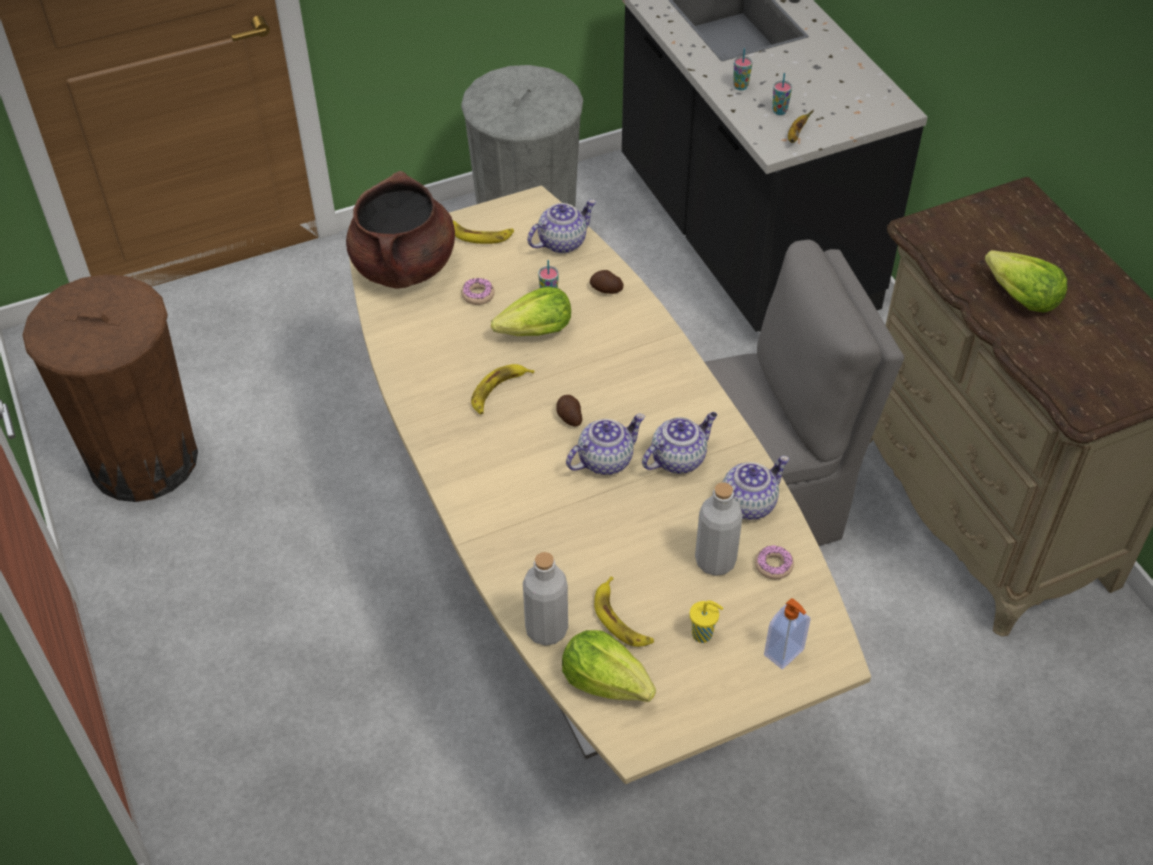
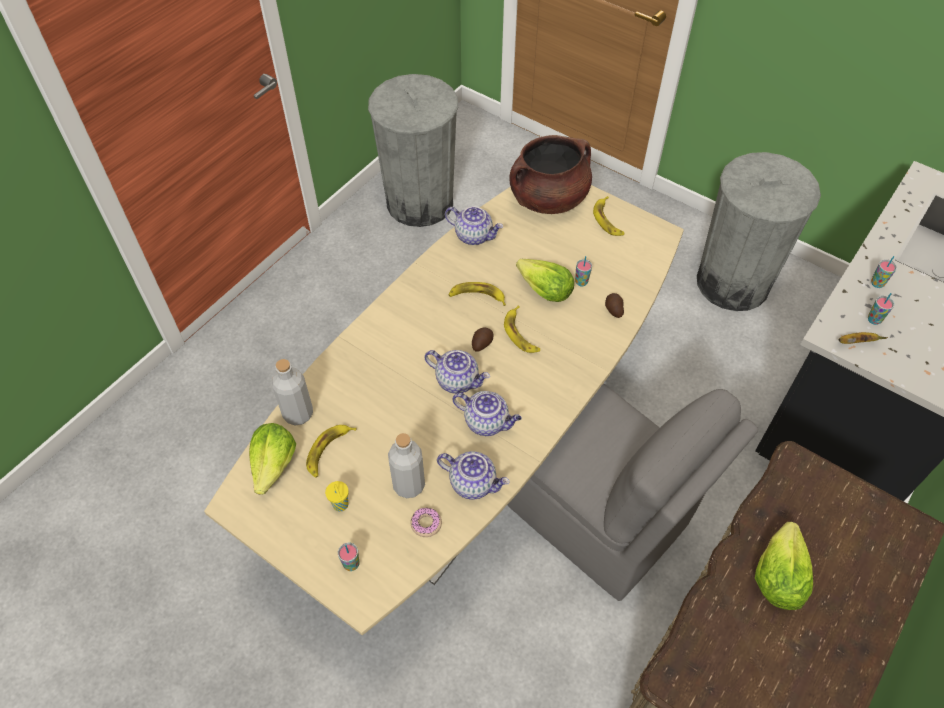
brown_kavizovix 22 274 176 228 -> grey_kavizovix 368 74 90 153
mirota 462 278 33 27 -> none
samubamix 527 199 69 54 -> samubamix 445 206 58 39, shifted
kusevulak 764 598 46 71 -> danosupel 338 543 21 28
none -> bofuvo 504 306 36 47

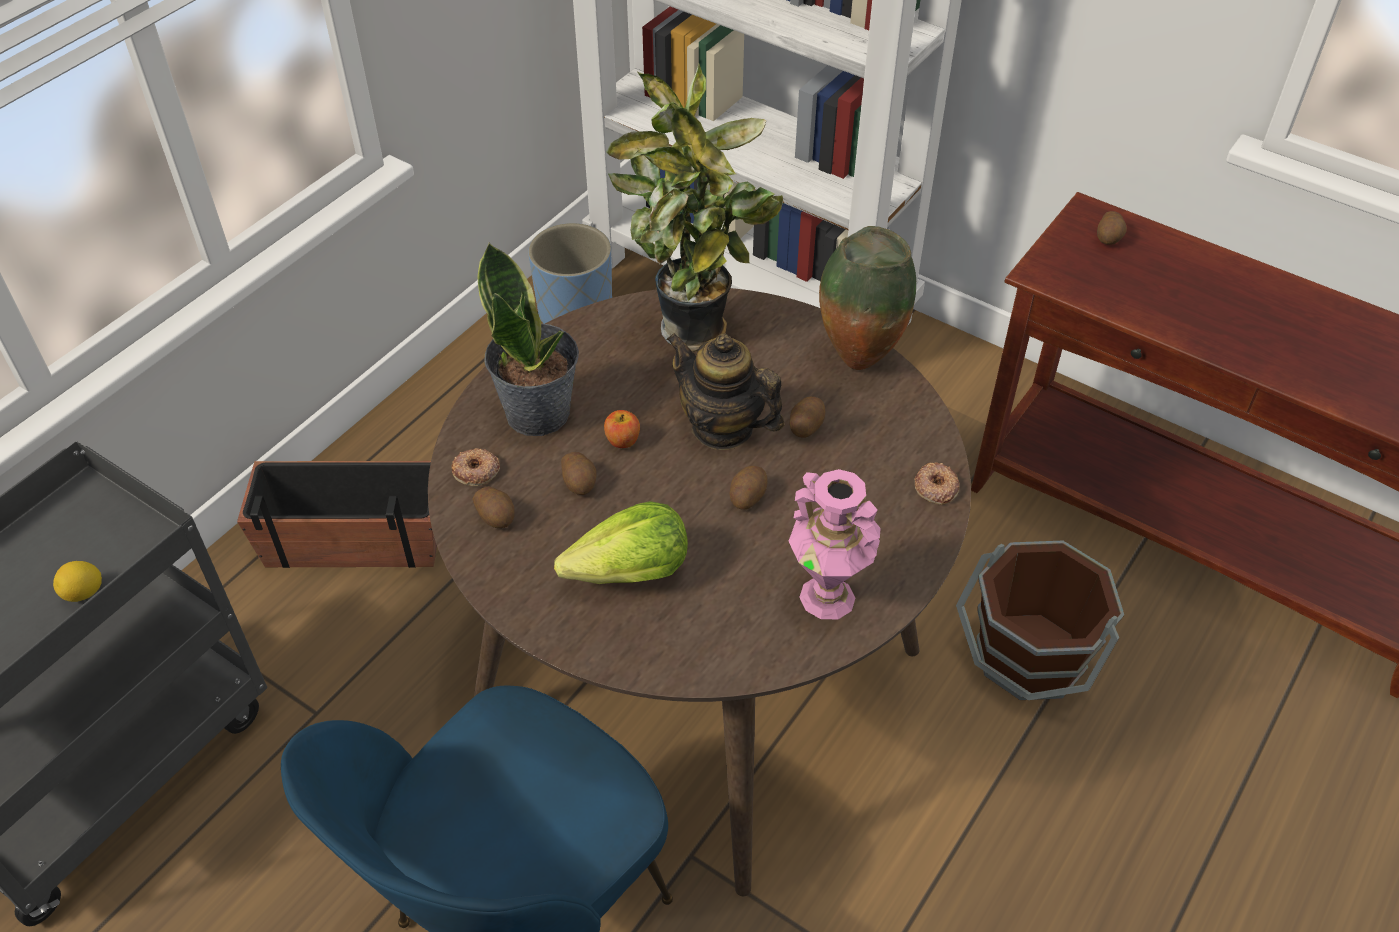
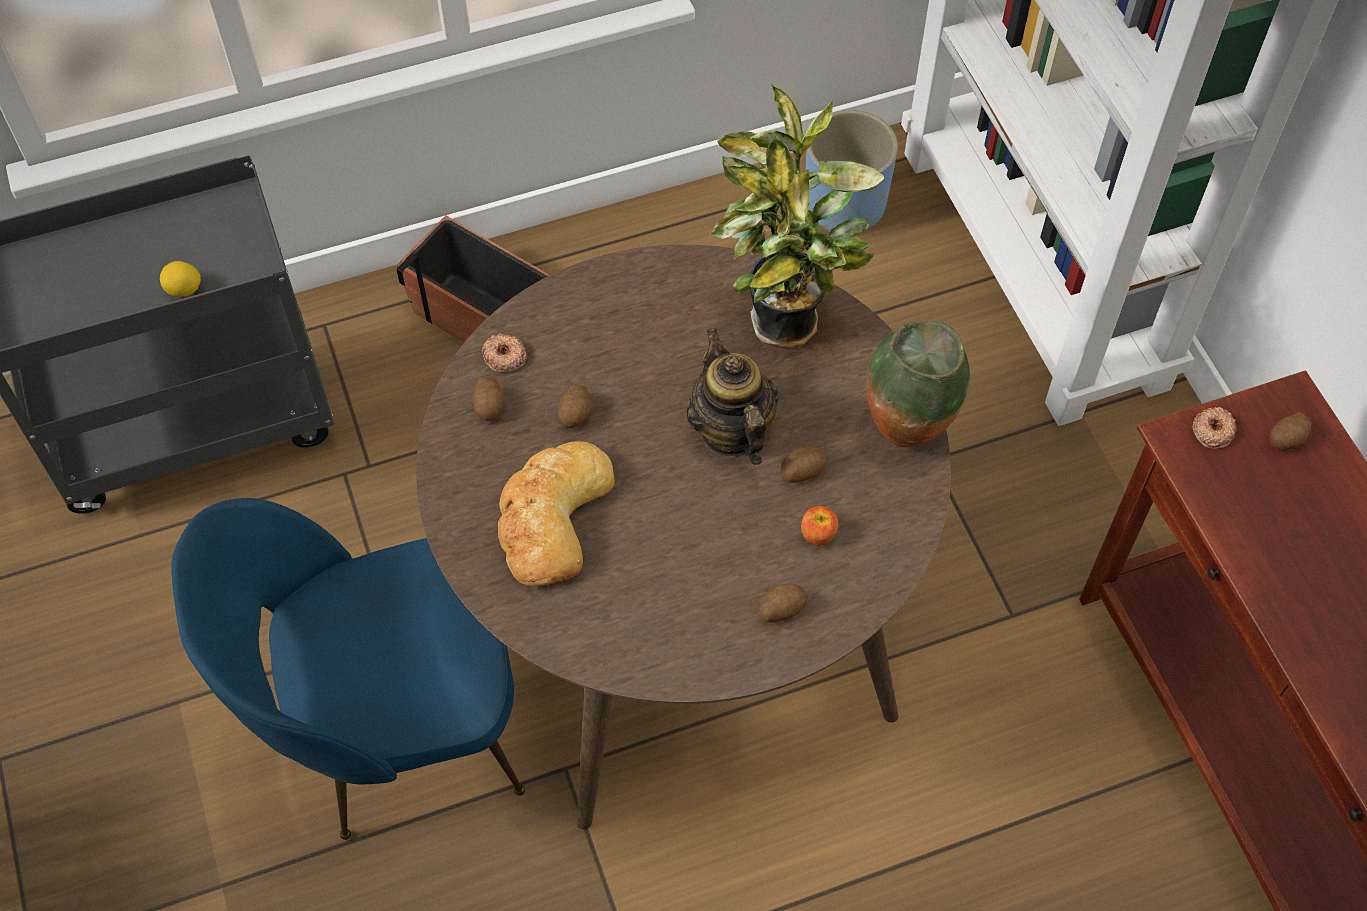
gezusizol 478 242 101 194 -> none
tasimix 554 501 134 83 -> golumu 498 441 117 146
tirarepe 604 410 36 38 -> tirarepe 801 506 37 40, shifted
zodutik 730 466 38 44 -> zodutik 758 583 50 39, shifted
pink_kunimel 789 469 91 150 -> none
mirota 914 462 46 43 -> mirota 1193 407 44 42, shifted
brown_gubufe 956 541 168 159 -> none

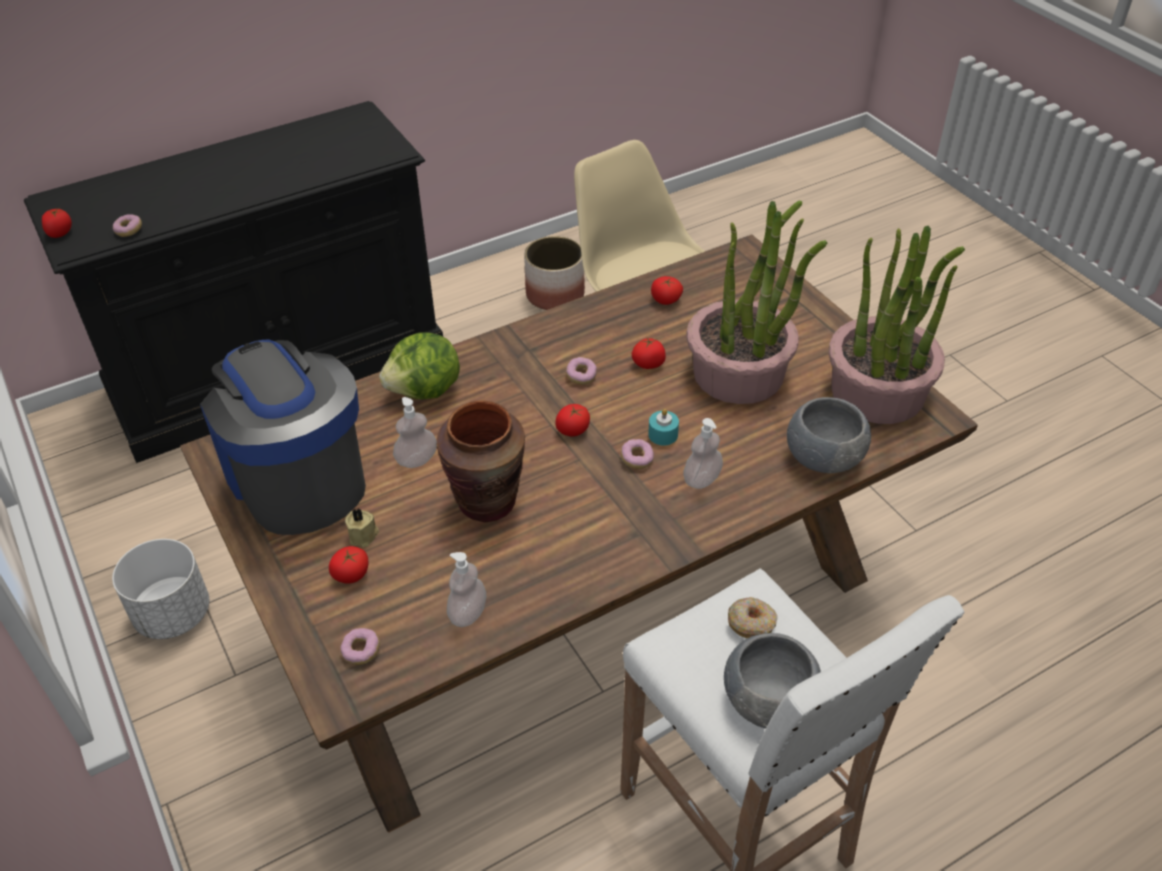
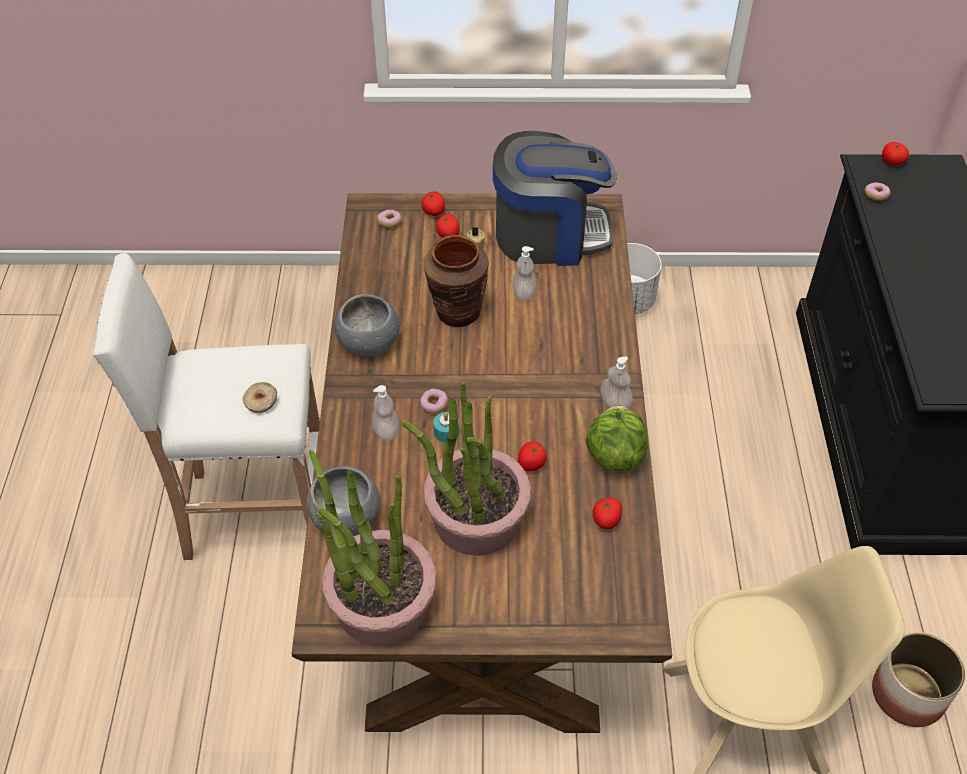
tasimix 379 332 81 68 -> tasimix 585 405 63 68, shifted
kusevulak 447 552 39 75 -> kusevulak 600 357 33 52, shifted
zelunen 555 404 35 32 -> zelunen 421 191 24 25, shifted
mirota 566 357 31 28 -> none
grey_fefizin 724 633 97 96 -> grey_fefizin 334 294 66 63, shifted

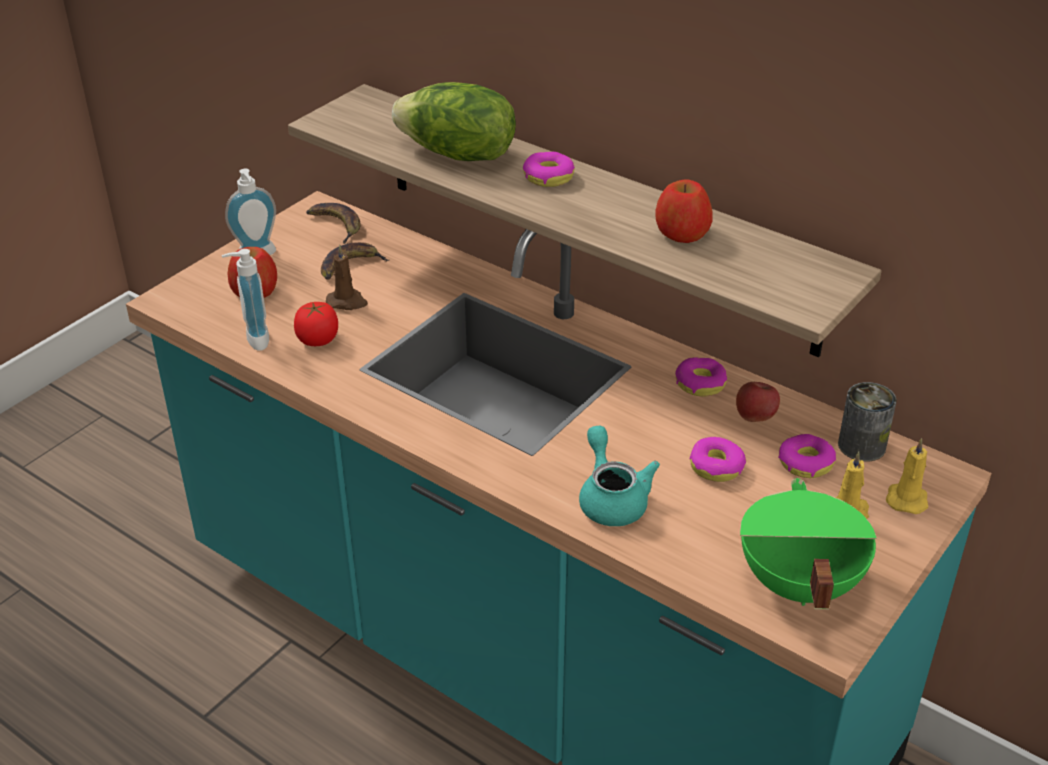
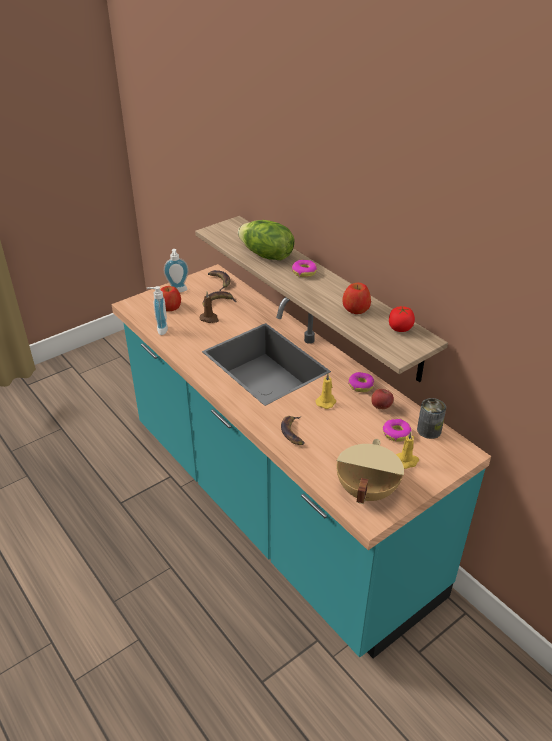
zelunen 294 302 44 44 -> zelunen 389 306 26 26, shifted
turquoise_samubamix 579 425 81 101 -> bofuvo 281 416 23 29
mirota 689 437 57 45 -> none
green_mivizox 740 478 137 132 -> beige_mivizox 336 439 68 65
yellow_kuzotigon 886 438 42 76 -> yellow_kuzotigon 315 373 21 36, shifted

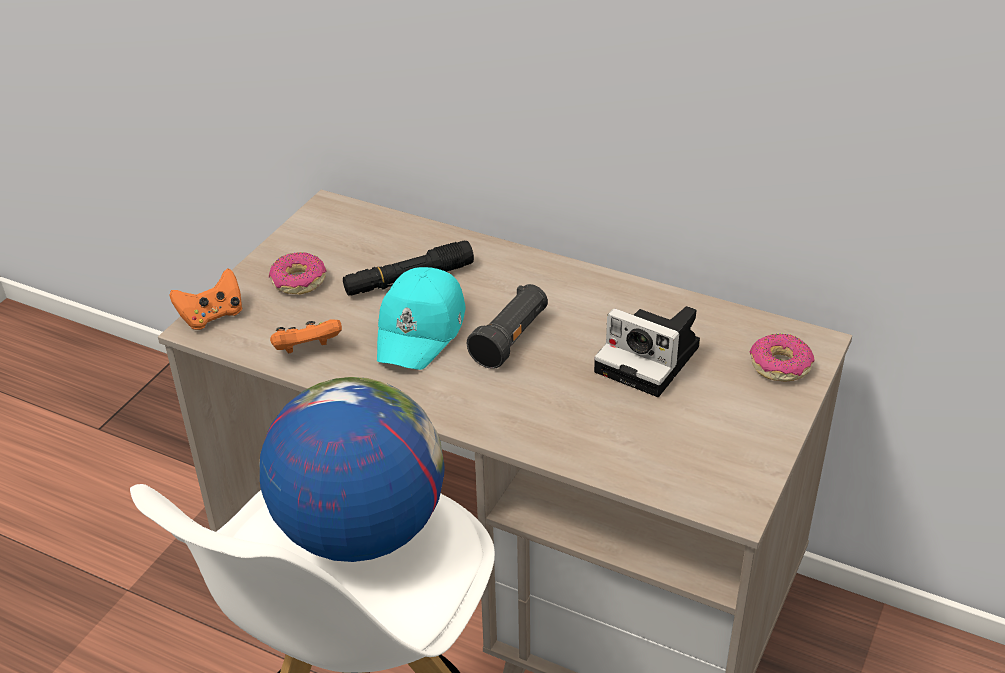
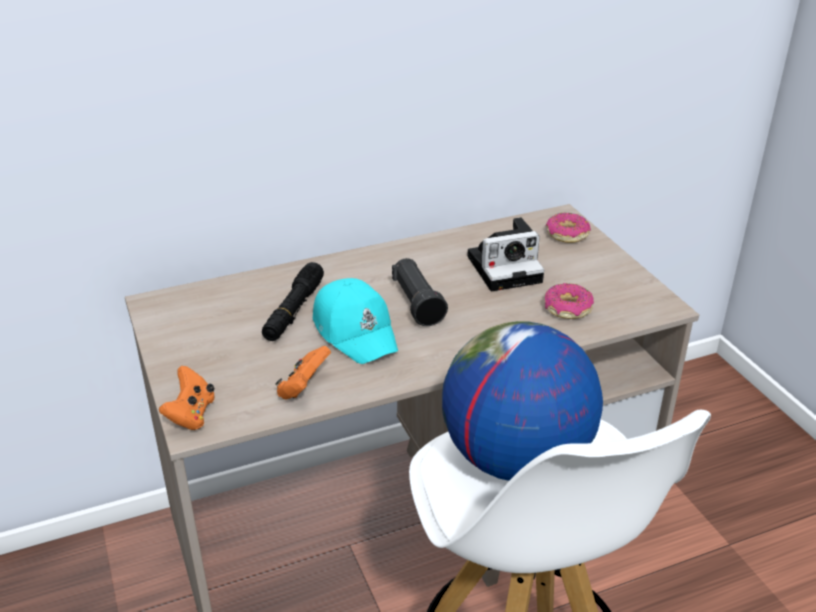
mirota 269 252 57 42 -> mirota 545 283 49 36, shifted

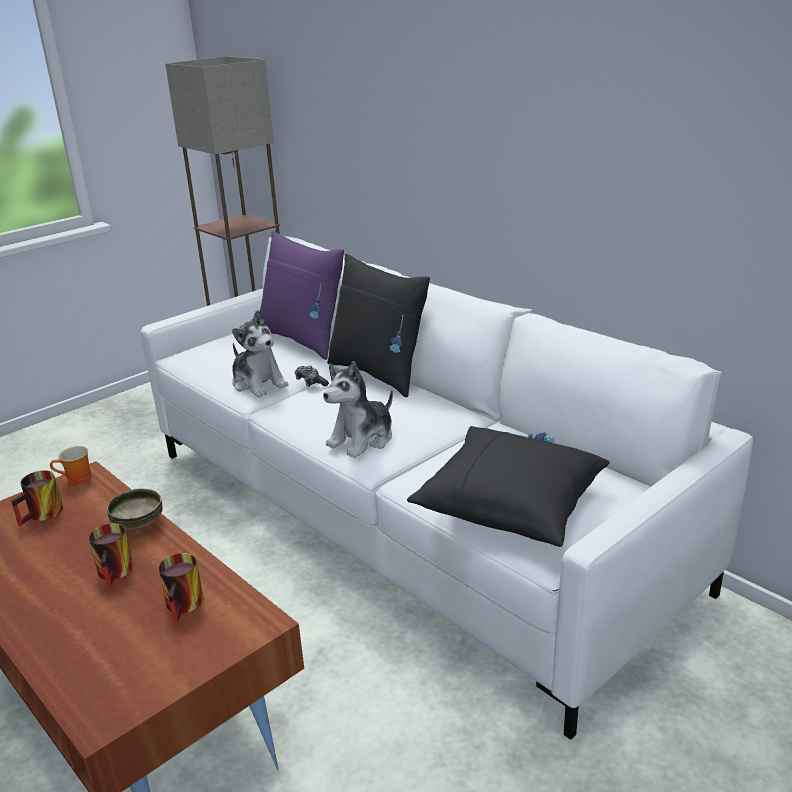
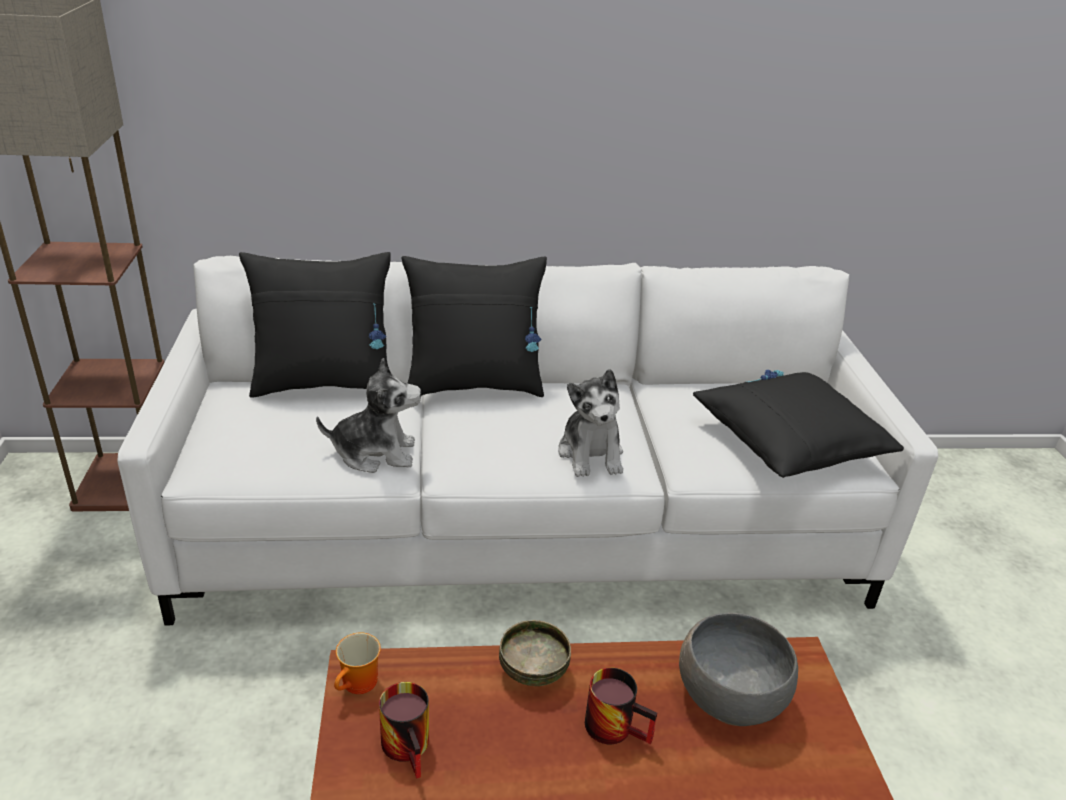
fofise 158 553 46 71 -> grey_fefizin 679 612 119 114
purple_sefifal 260 231 84 129 -> black_sefifal 239 252 152 146
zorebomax 294 366 35 21 -> none

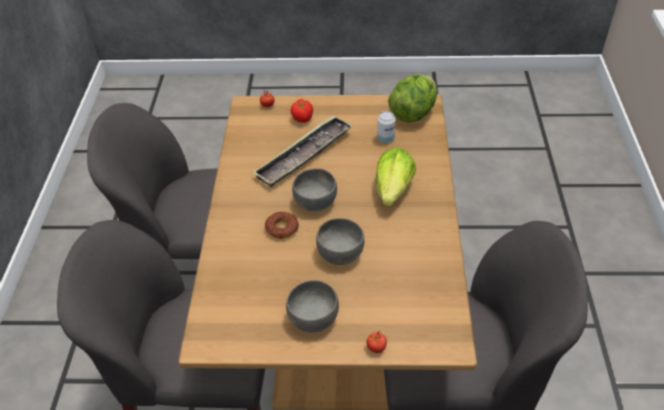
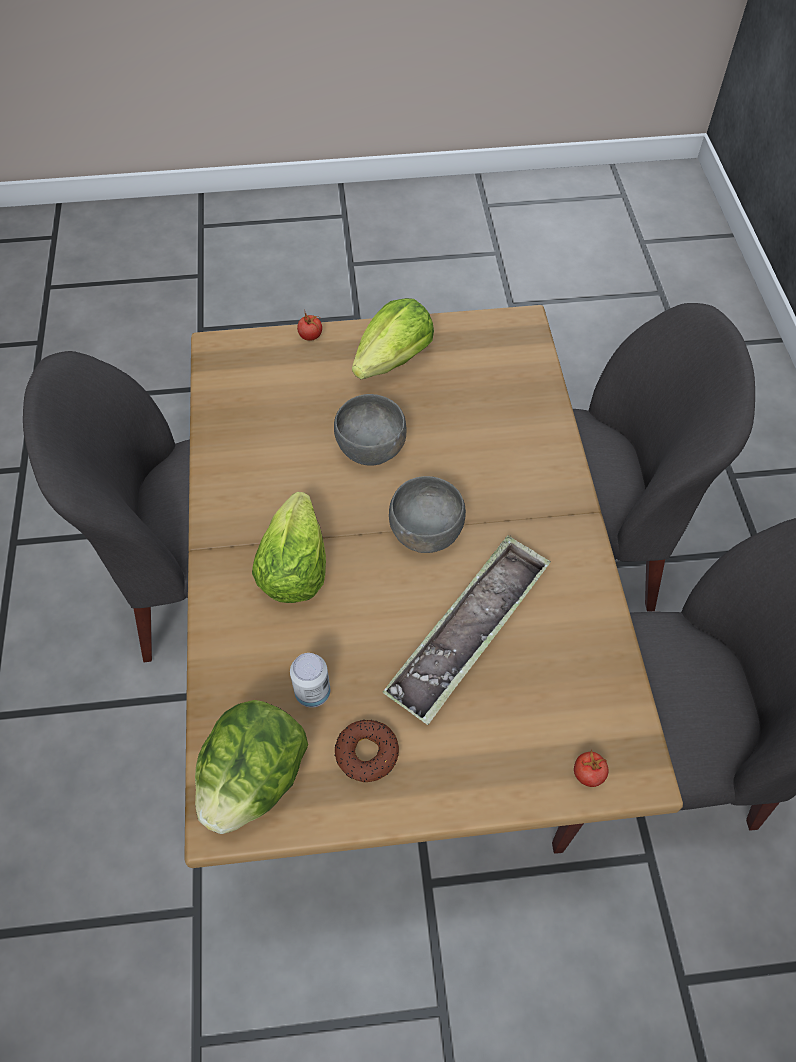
mirota 265 212 34 27 -> mirota 334 720 65 62, shifted
grey_fefizin 286 280 53 52 -> tasimix 352 298 82 81
zelunen 291 99 22 24 -> none

